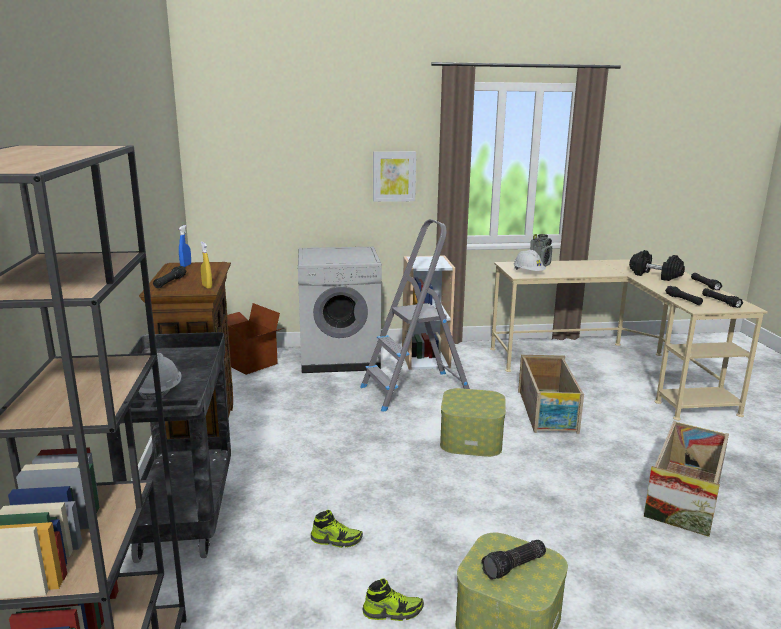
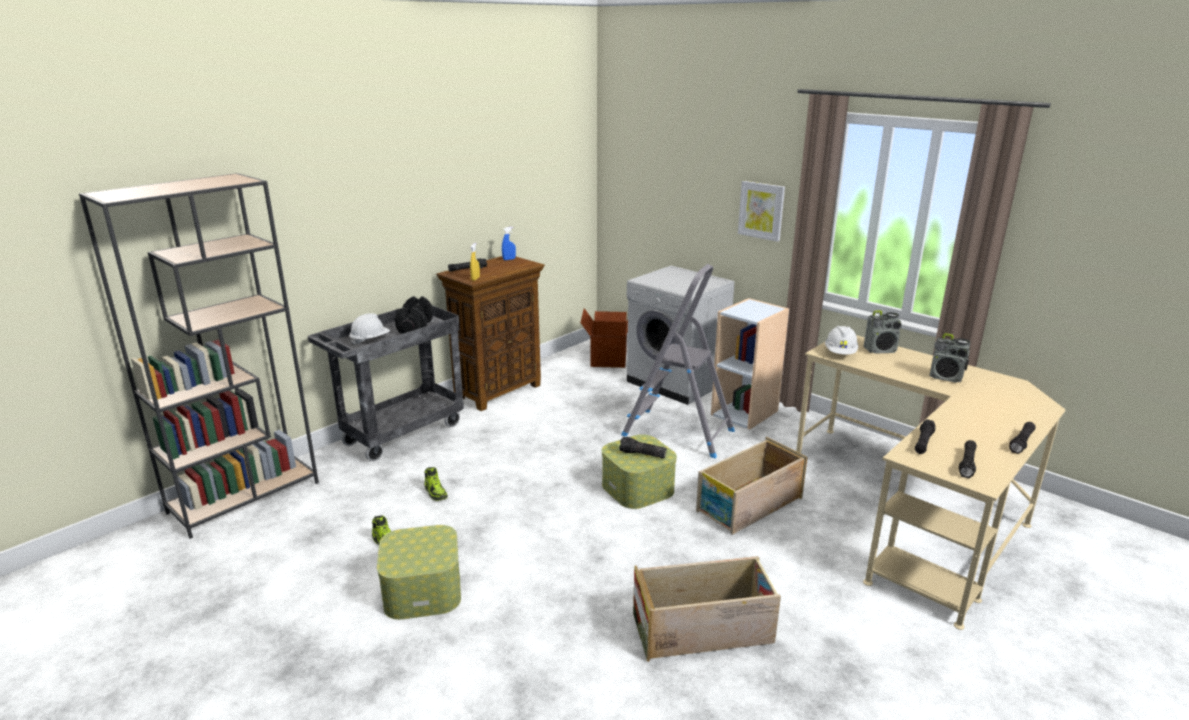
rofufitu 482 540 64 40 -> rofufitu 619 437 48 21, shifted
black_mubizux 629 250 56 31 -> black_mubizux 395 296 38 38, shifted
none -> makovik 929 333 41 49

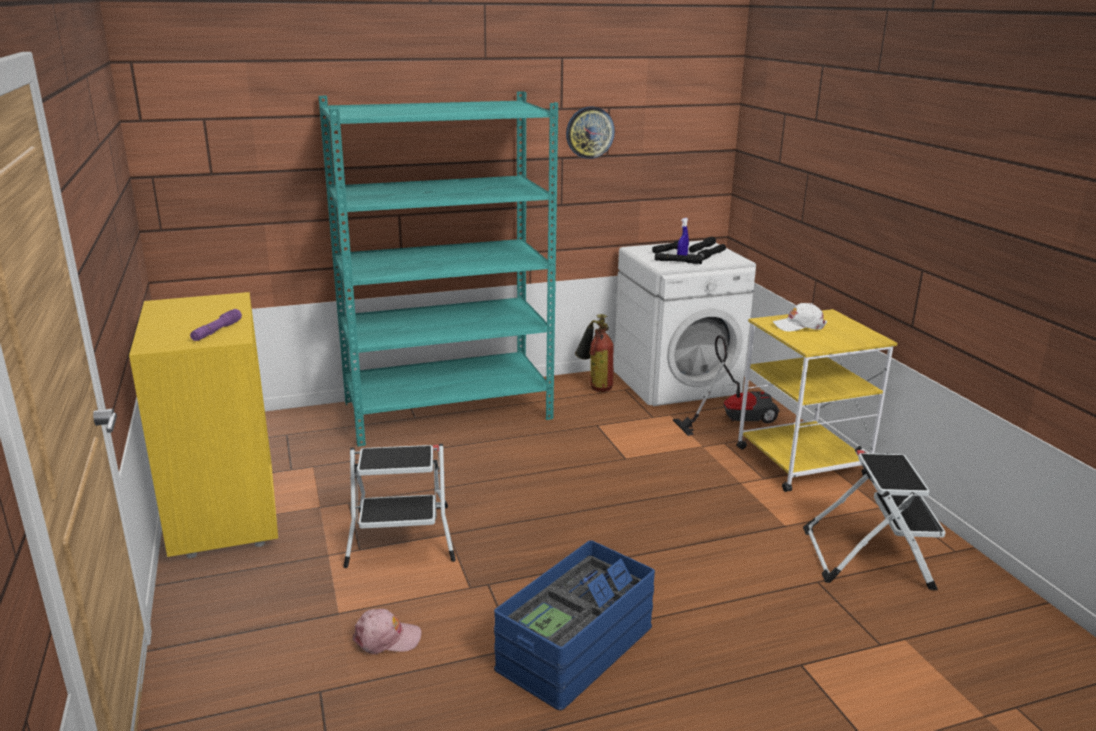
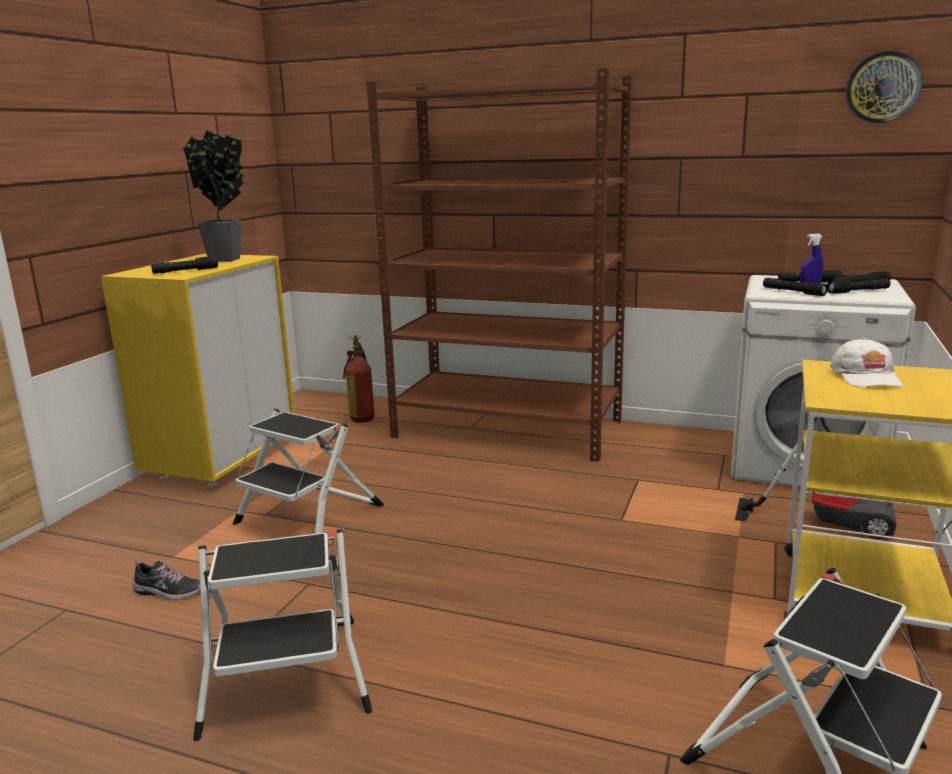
purple_rofufitu 190 309 52 32 -> black_rofufitu 151 256 67 18
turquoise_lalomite 318 91 240 355 -> brown_lalomite 367 68 265 394
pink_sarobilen 353 609 69 45 -> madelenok 133 560 67 40
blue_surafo 494 540 161 170 -> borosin 193 529 179 212
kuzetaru 566 107 49 52 -> kuzetaru 846 51 76 73, shifted
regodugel 575 314 38 78 -> regodugel 343 335 32 88, shifted
white_sarobilen 772 303 55 29 -> white_sarobilen 830 338 73 50, 120 degrees counterclockwise
none -> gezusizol 183 130 61 132

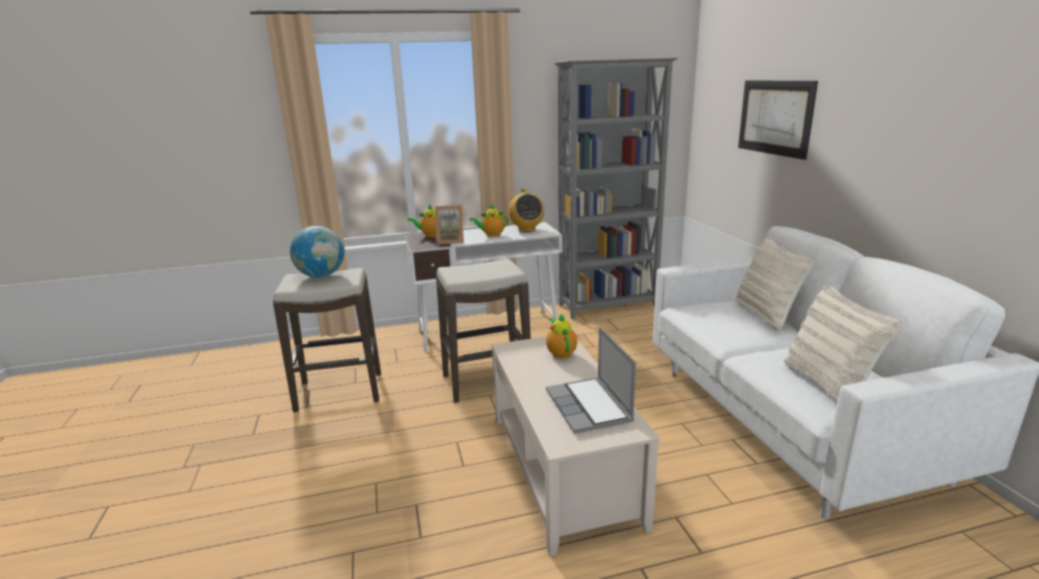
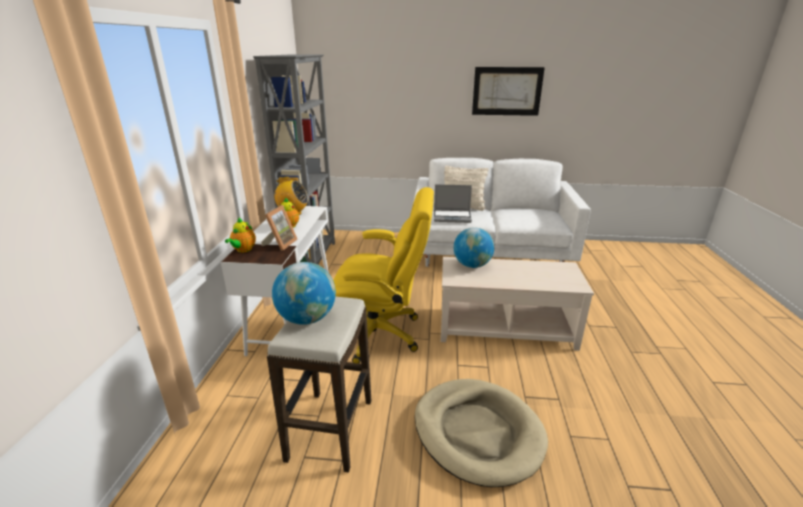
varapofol 436 259 95 144 -> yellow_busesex 333 187 101 177
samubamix 546 313 31 46 -> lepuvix 454 227 40 41
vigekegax 546 327 90 106 -> vigekegax 434 184 38 39, shifted
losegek 738 81 80 79 -> losegek 472 67 73 49, shifted
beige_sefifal 784 284 119 118 -> none
none -> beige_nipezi 415 379 133 108

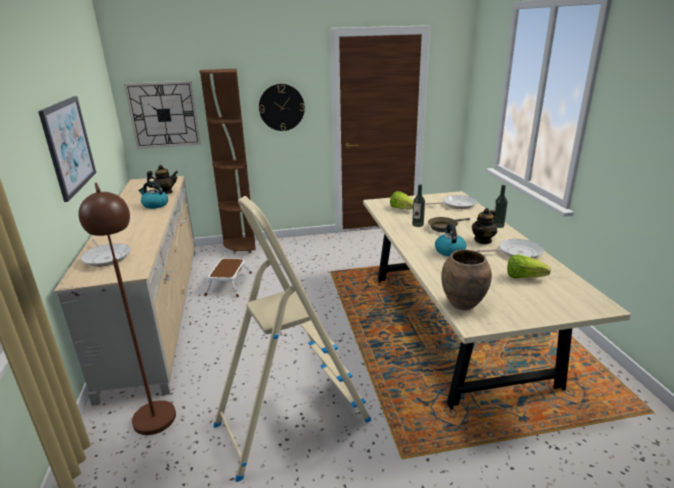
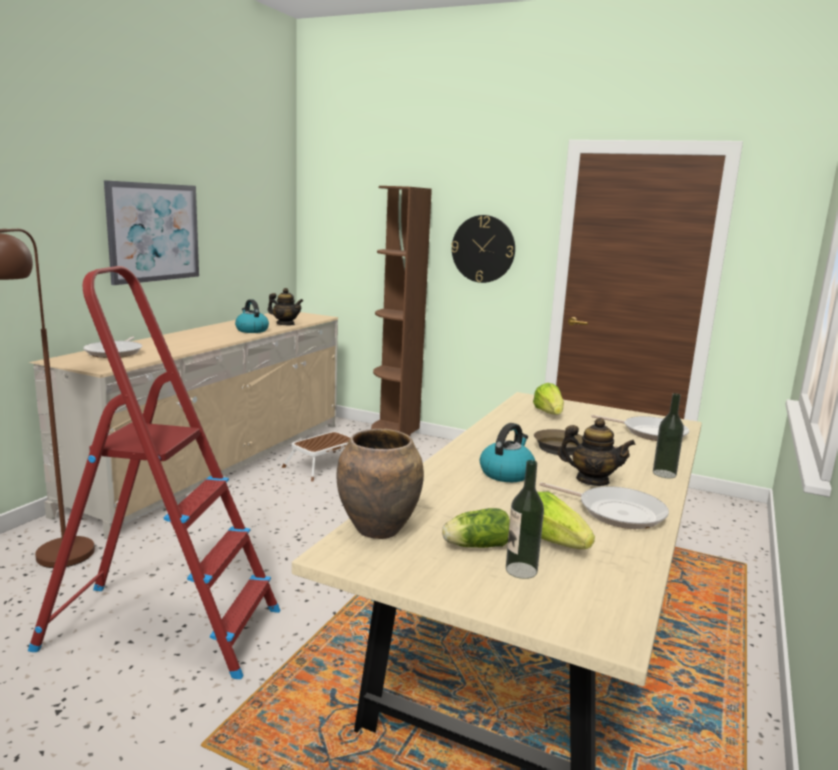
kuzetaru 124 81 77 68 -> none
beige_borosin 213 196 158 286 -> red_borosin 28 266 252 413
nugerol 412 184 13 43 -> nugerol 506 460 38 119, shifted
samubamix 472 208 25 36 -> samubamix 558 418 78 68, 150 degrees counterclockwise
none -> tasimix 442 508 68 40

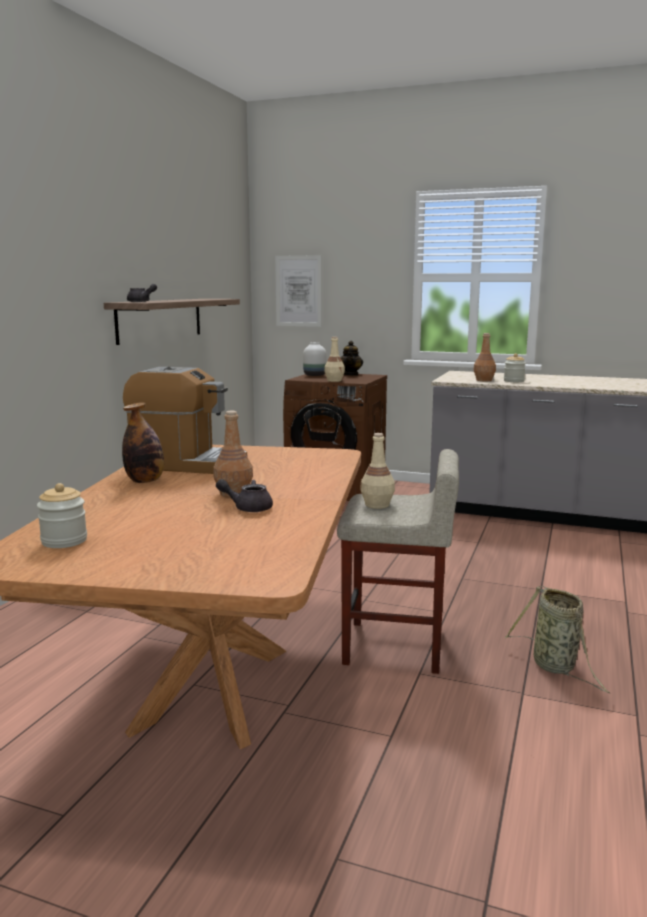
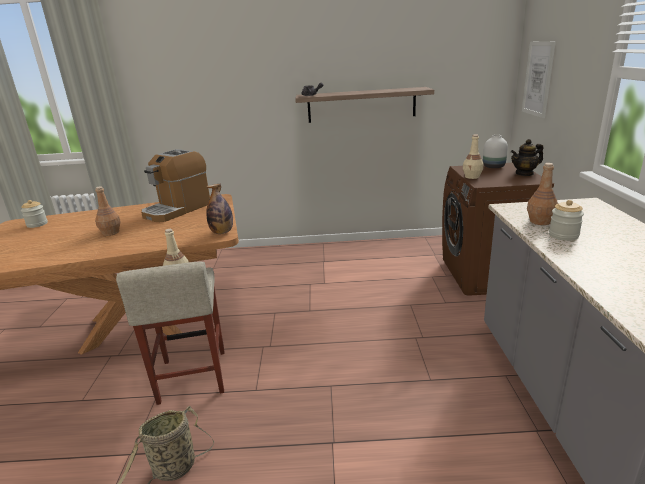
nugerol 122 402 42 81 -> nugerol 206 184 27 50, shifted
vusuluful 123 367 124 107 -> vusuluful 141 149 69 73, 45 degrees clockwise
grey_samubamix 216 479 57 33 -> none

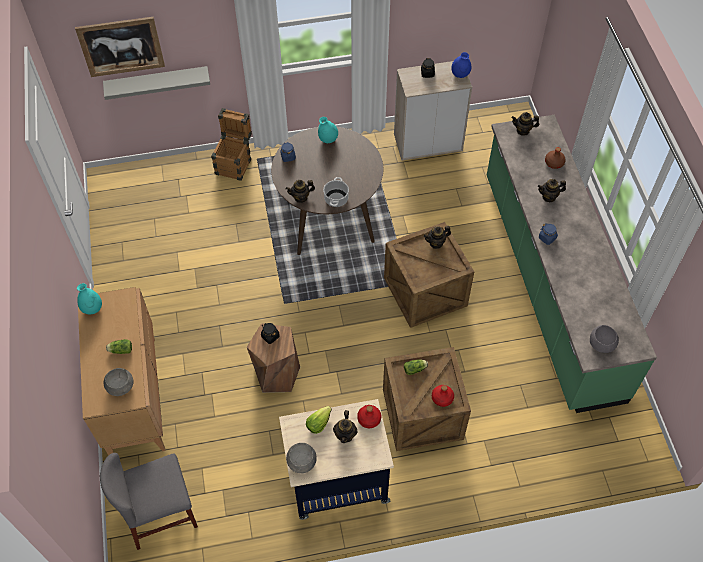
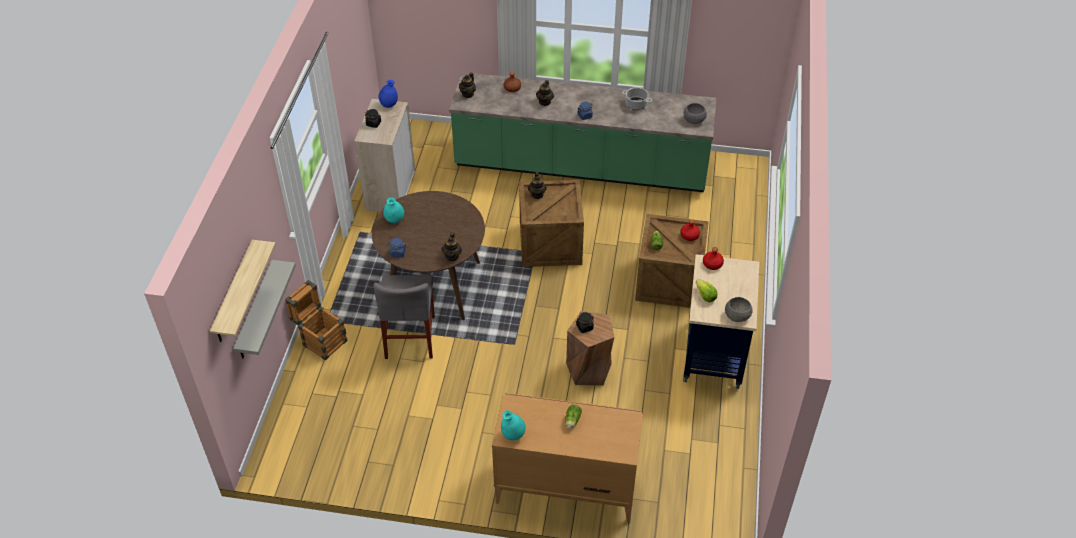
losegek 75 17 90 60 -> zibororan 210 240 66 102
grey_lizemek 100 453 98 97 -> grey_lizemek 374 275 61 84, shifted
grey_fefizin 103 368 31 28 -> none
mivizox 323 177 26 30 -> mivizox 622 87 30 23, shifted
samubamix 333 410 25 33 -> none

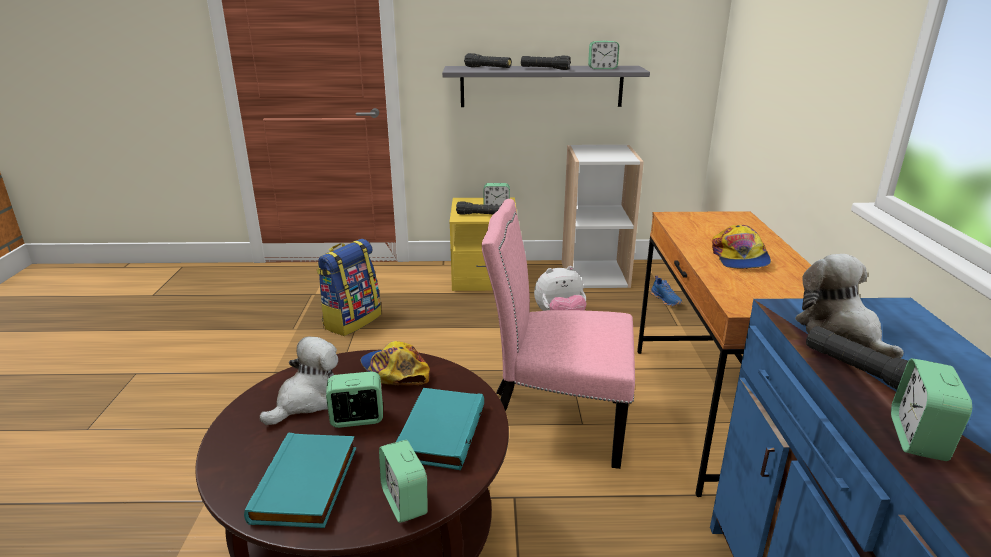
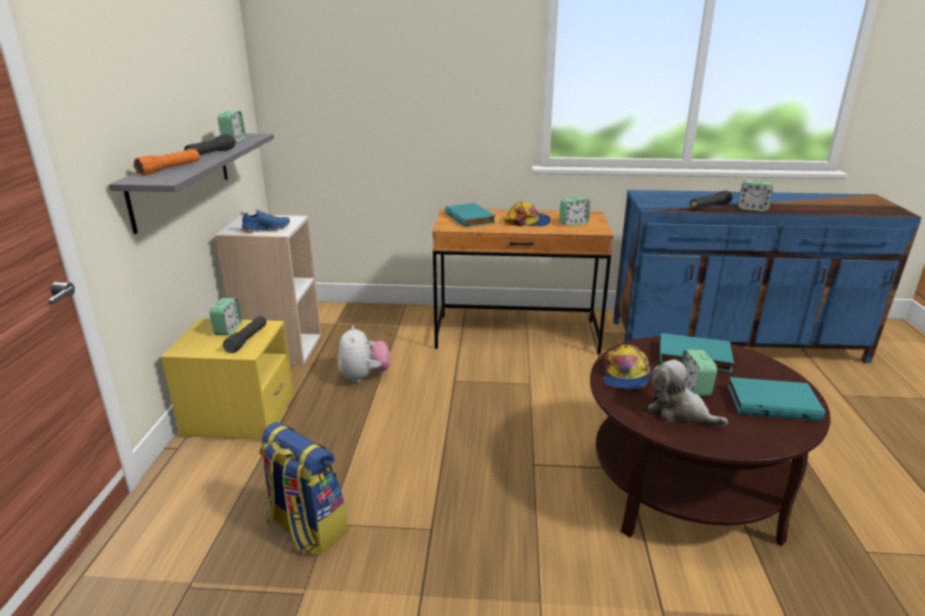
sarobilen 361 341 69 45 -> sarobilen 604 345 47 44, 45 degrees counterclockwise
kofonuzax 379 440 49 83 -> kofonuzax 559 197 31 29, shifted
black_rofufitu 464 53 48 15 -> orange_rofufitu 133 149 67 26
pink_lizemek 482 199 153 270 -> none
blue_madelenok 650 276 32 30 -> blue_madelenok 240 209 50 24, shifted
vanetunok 795 254 109 105 -> none
none -> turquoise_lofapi 445 203 51 24

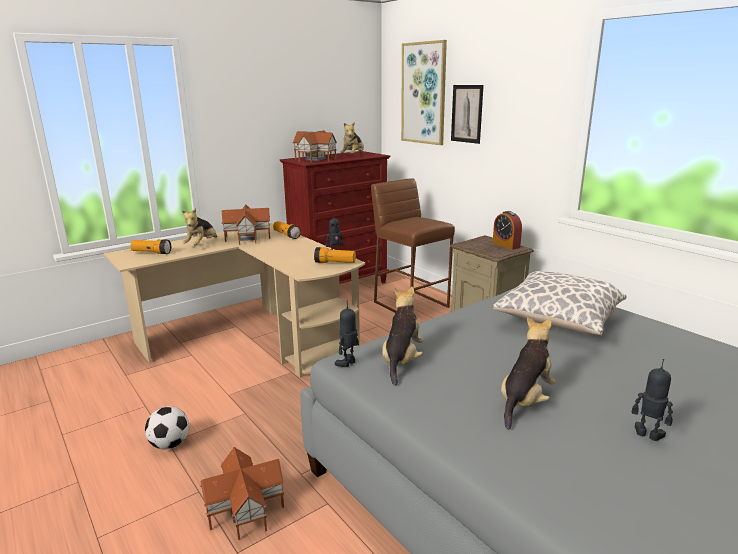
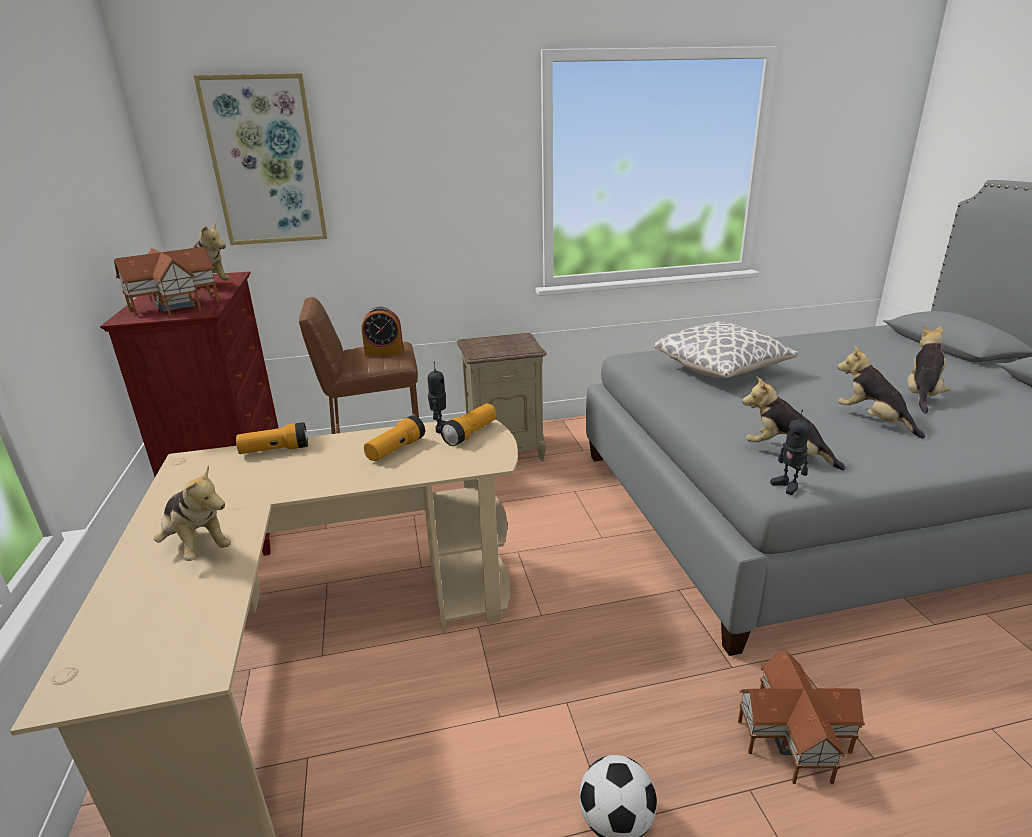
rofufitu 130 239 41 15 -> rofufitu 364 415 61 46, shifted
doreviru 222 204 48 41 -> none
losegek 451 85 33 59 -> none
kofonuzax 493 211 29 39 -> kofonuzax 362 307 41 49, shifted
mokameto 632 359 41 82 -> vanetunok 907 326 44 87

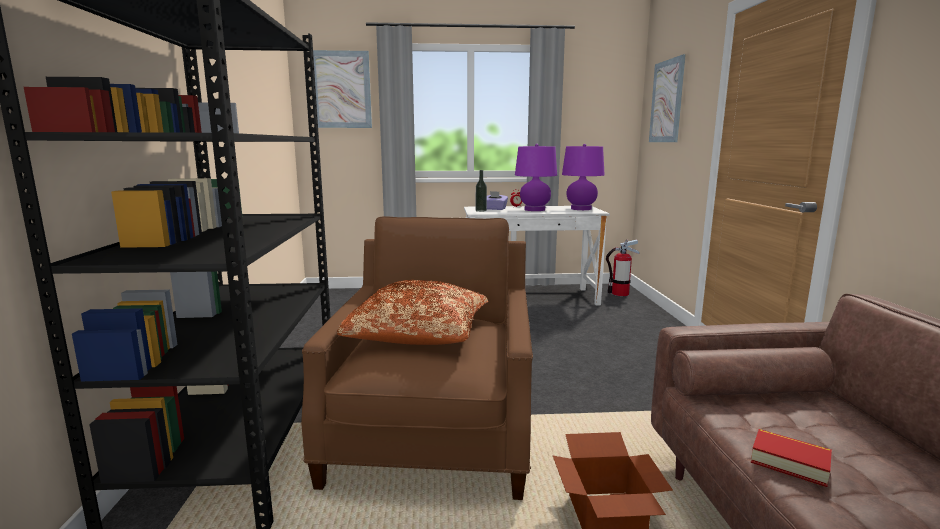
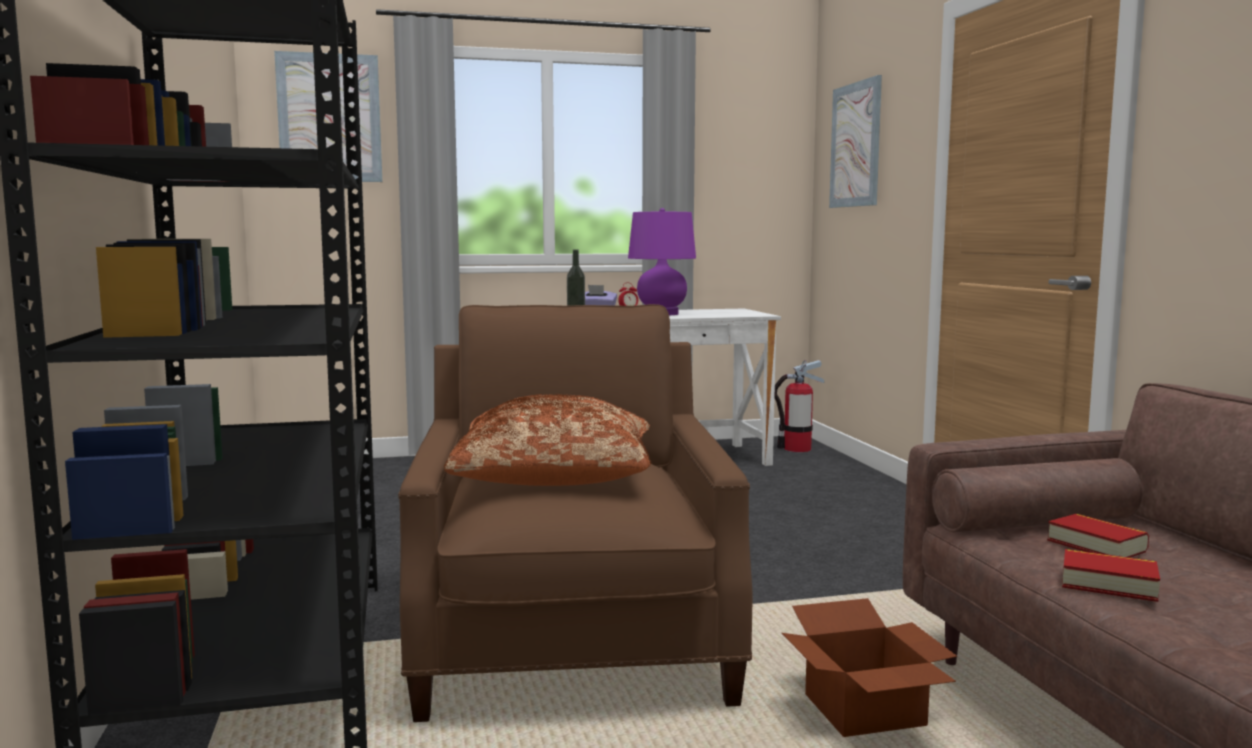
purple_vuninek 562 144 43 66 -> none
none -> lofapi 1047 514 102 44

